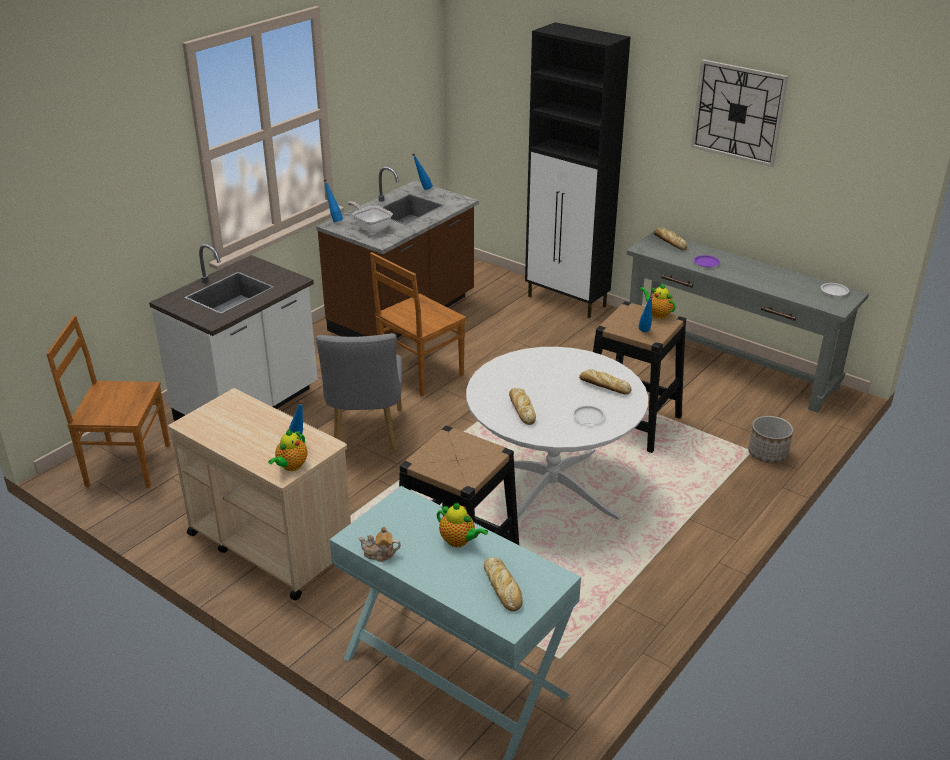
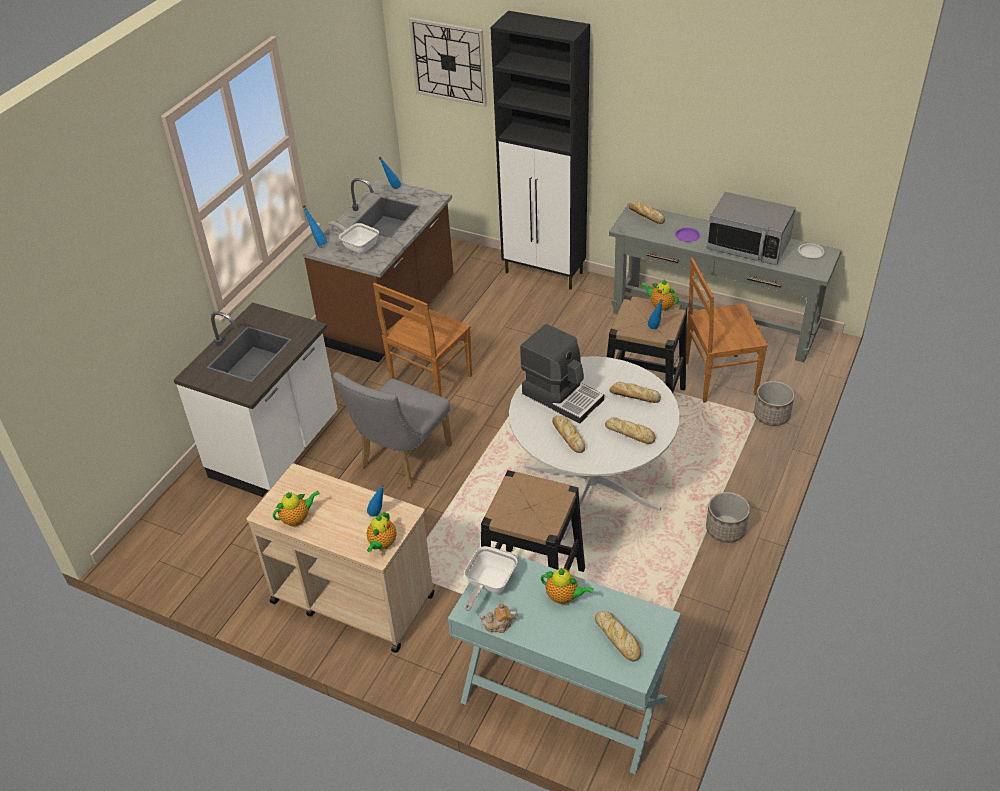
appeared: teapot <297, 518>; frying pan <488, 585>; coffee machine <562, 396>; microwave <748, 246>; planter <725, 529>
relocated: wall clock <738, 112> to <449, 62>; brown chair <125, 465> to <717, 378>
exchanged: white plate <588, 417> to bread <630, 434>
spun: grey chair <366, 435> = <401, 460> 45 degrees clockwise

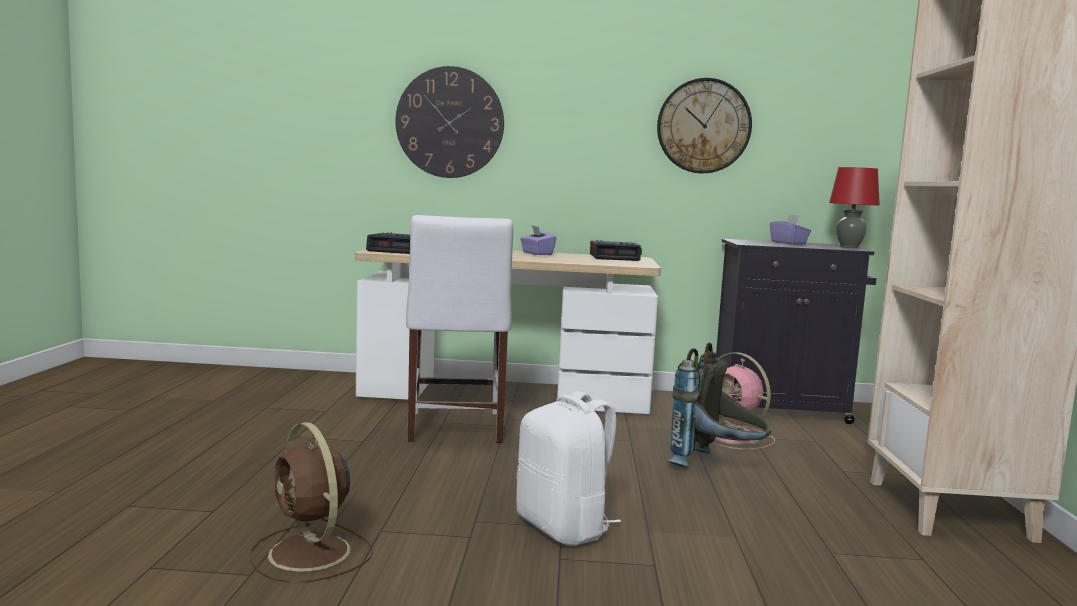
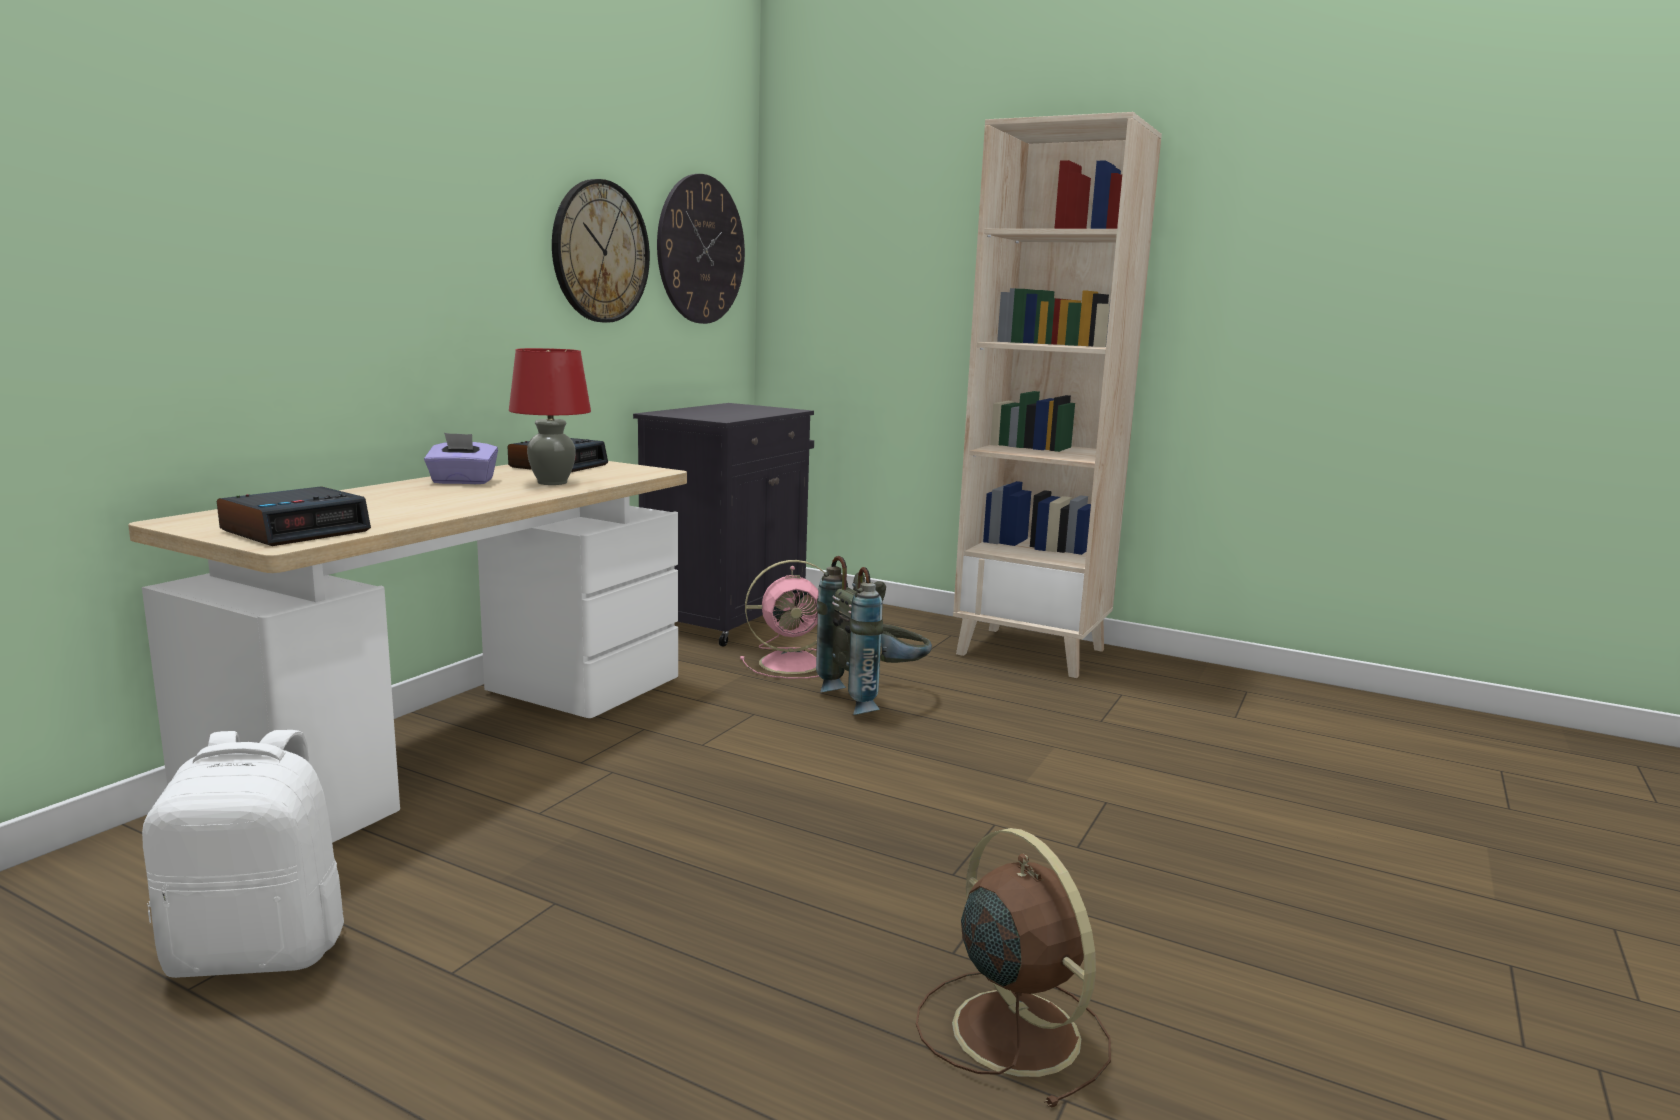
missing: white chair <454, 429>; purple tissue box <788, 243>
relocated: white backpack <564, 528> to <259, 951>; red table lamp <849, 247> to <552, 482>; wall clock <450, 122> to <701, 250>
spun: brown fan <311, 554> = <1012, 1028> 105 degrees counterclockwise

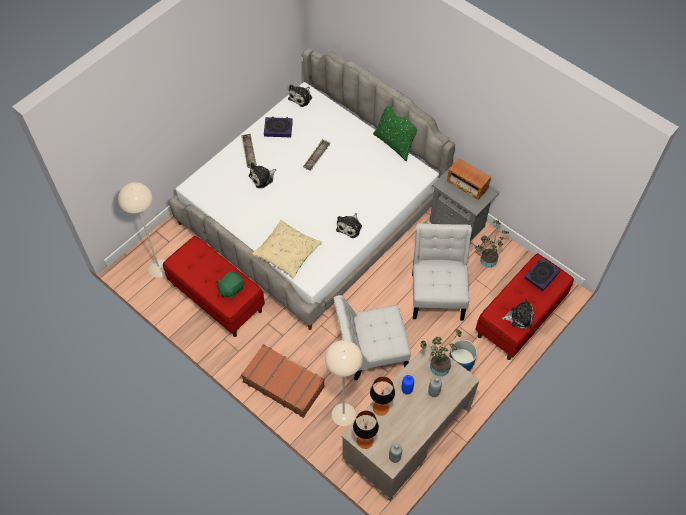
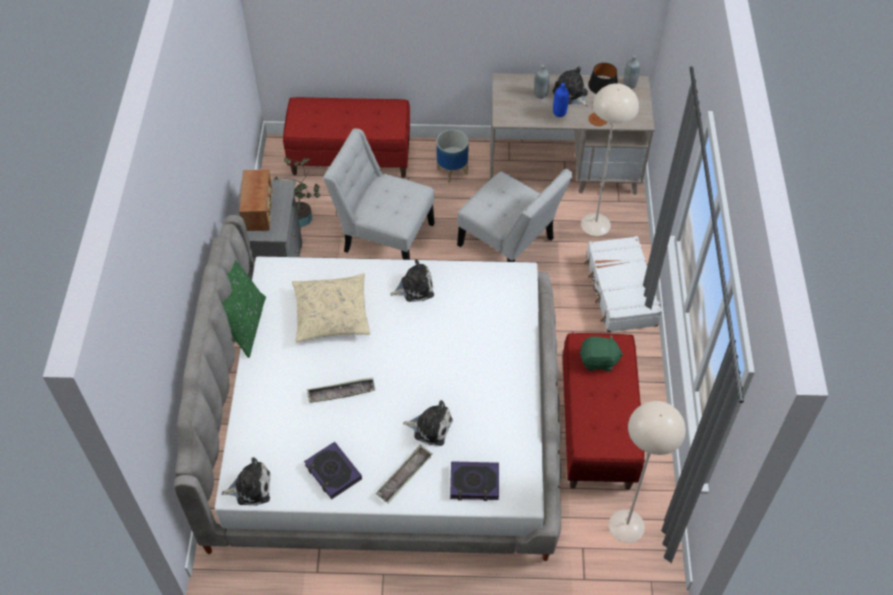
missing: table lamp <365, 441>; potted plant <437, 366>
relocated: beige pillow <287, 252> to <331, 314>; book <541, 275> to <474, 483>; plush toy <519, 317> to <571, 94>
colour: brown suitcase <283, 383> to white suitcase <620, 291>
spun: white chair <437, 292> = <384, 235> 60 degrees clockwise

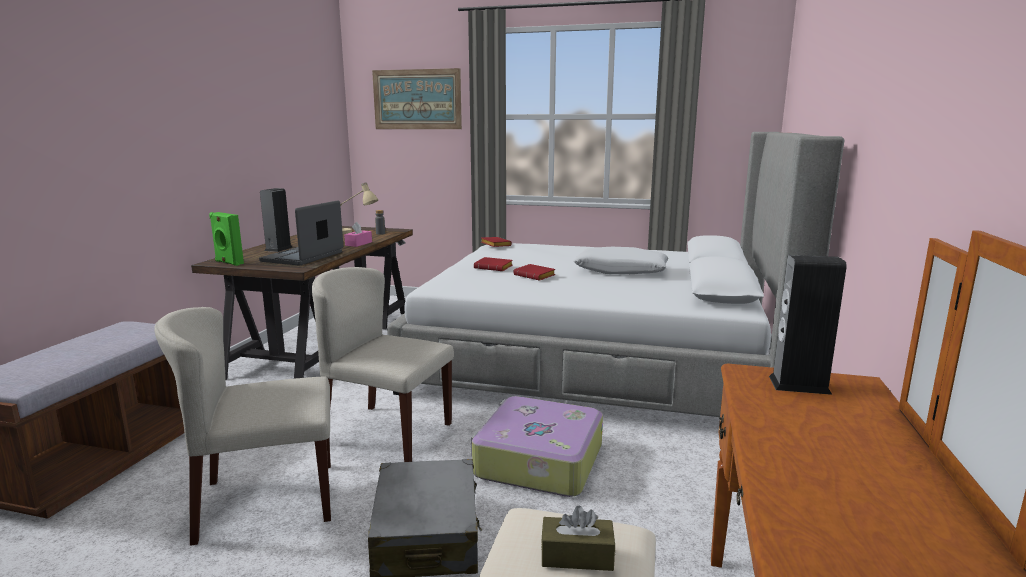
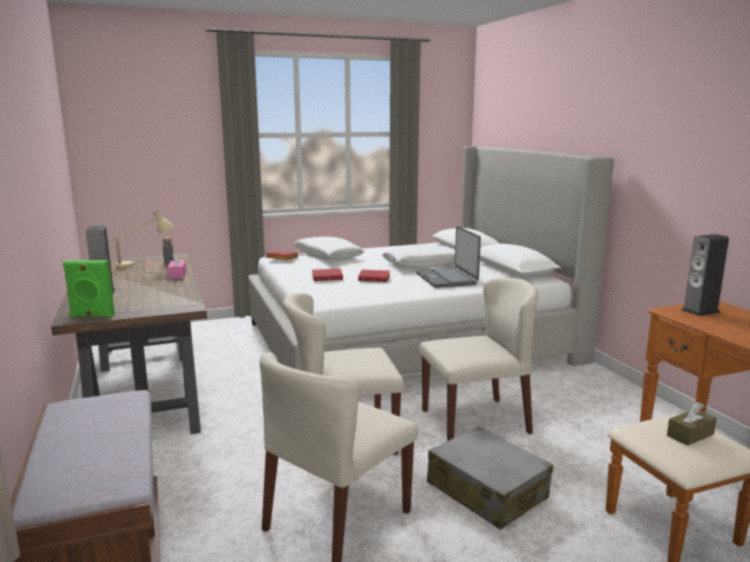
missing: picture <417, 99>
appeared: white pillow <328, 256>
relocated: laptop <303, 257> to <446, 279>
exchanged: suitcase <537, 461> to beige chair <475, 420>

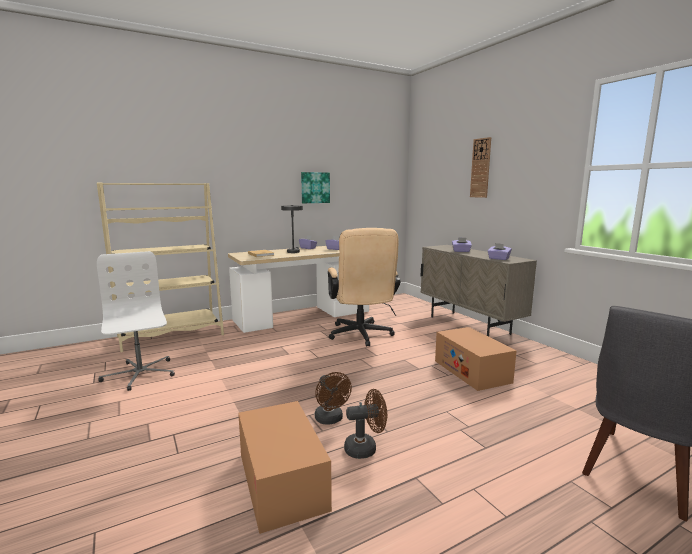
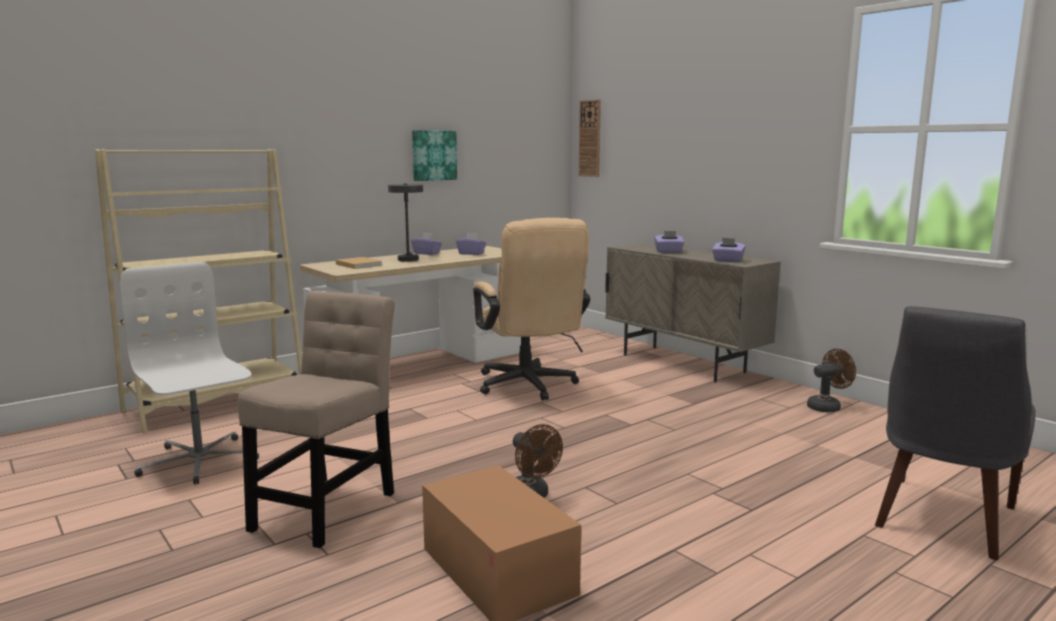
missing: cardboard box <471, 371>
appeared: beige chair <327, 507>
relocated: wall clock <480, 168> to <590, 138>; brown fan <365, 448> to <827, 407>

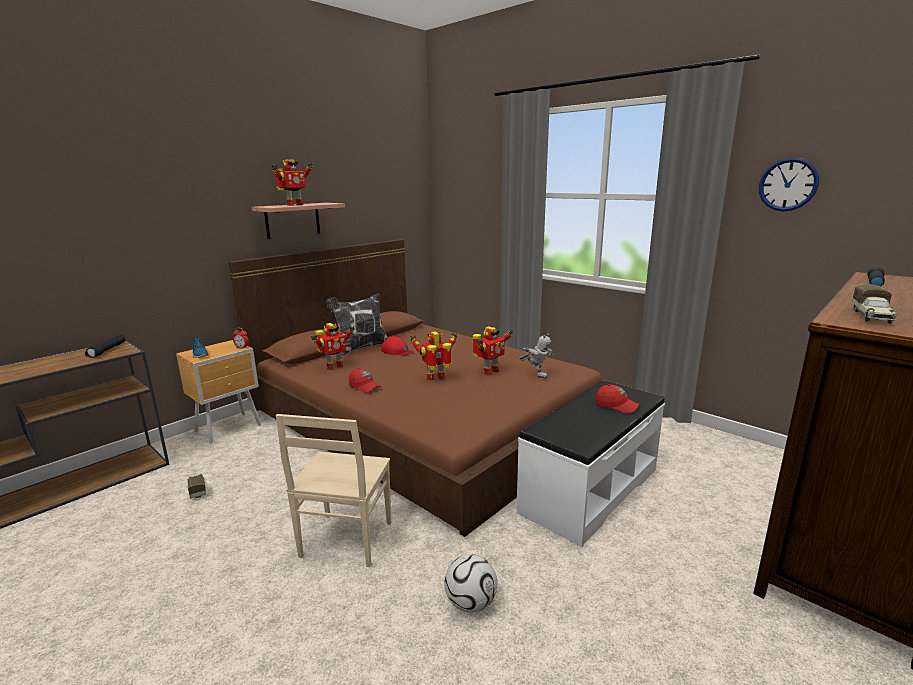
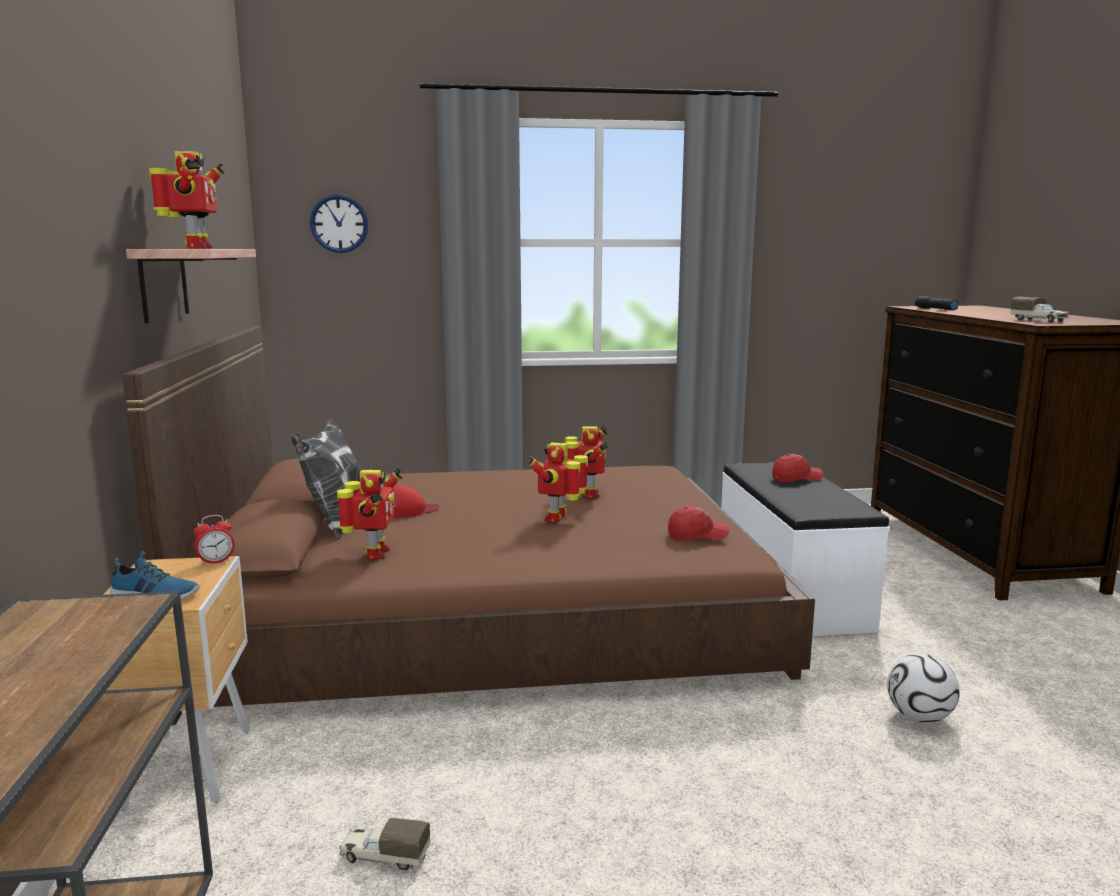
missing: black flashlight <107, 350>; beige chair <345, 540>; toy robot <536, 374>
relocated: wall clock <788, 184> to <339, 224>; red cap <364, 387> to <697, 535>

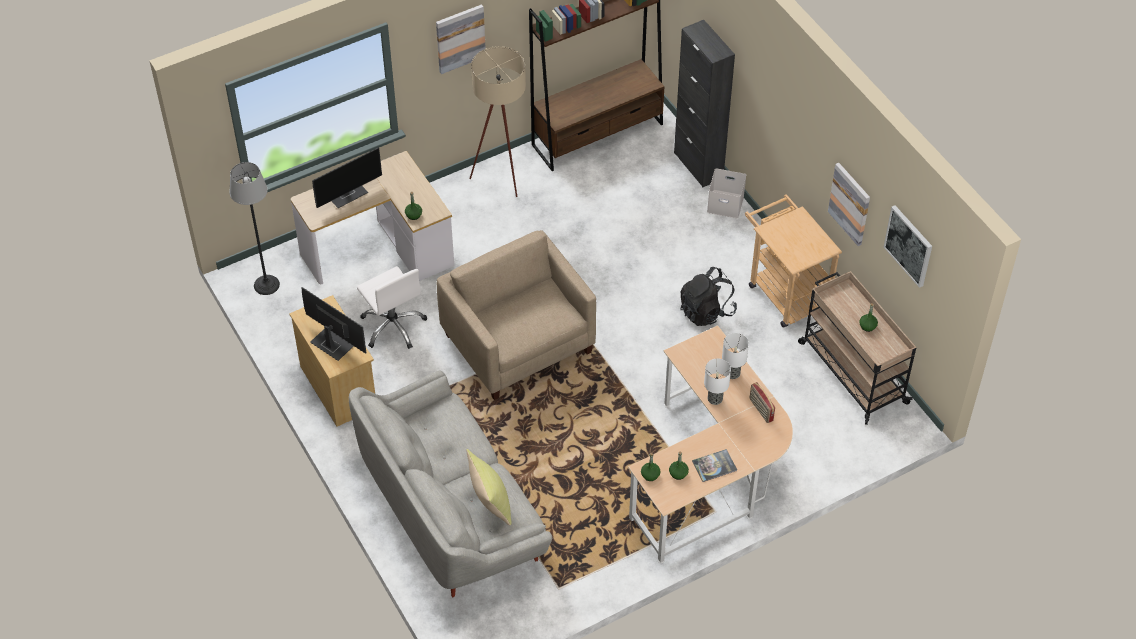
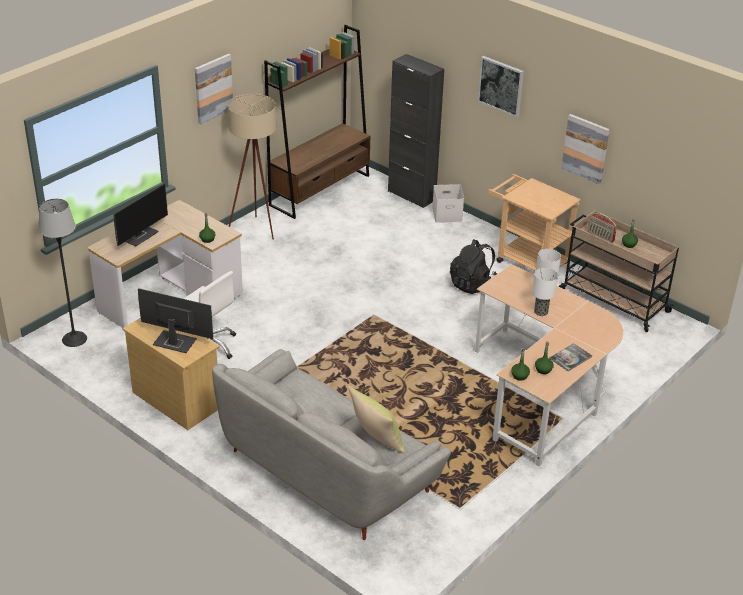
missing: beige armchair <518, 344>
relocated: picture <909, 245> to <501, 86>; radio <760, 410> to <600, 237>

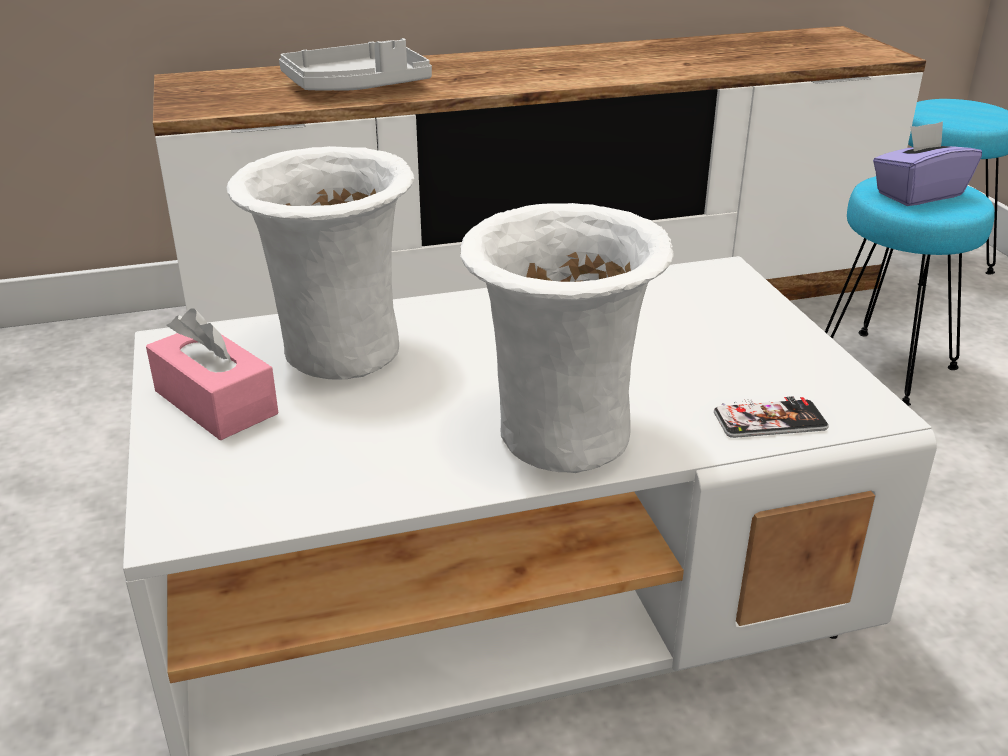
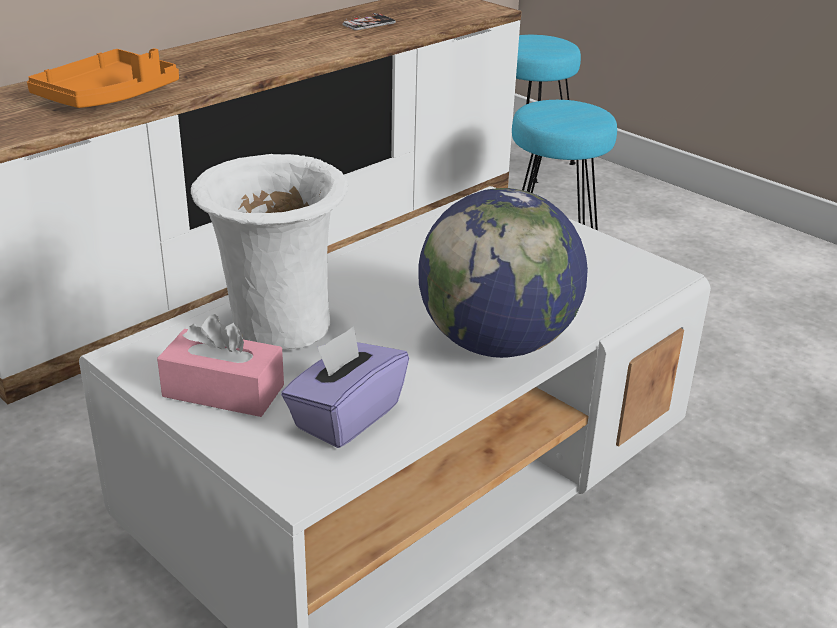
relocated: purple tissue box <918, 194> to <345, 416>; phone <770, 421> to <369, 24>
exchanged: white vase <557, 436> to globe <497, 343>
colour: grey tray <357, 87> to orange tray <108, 97>

